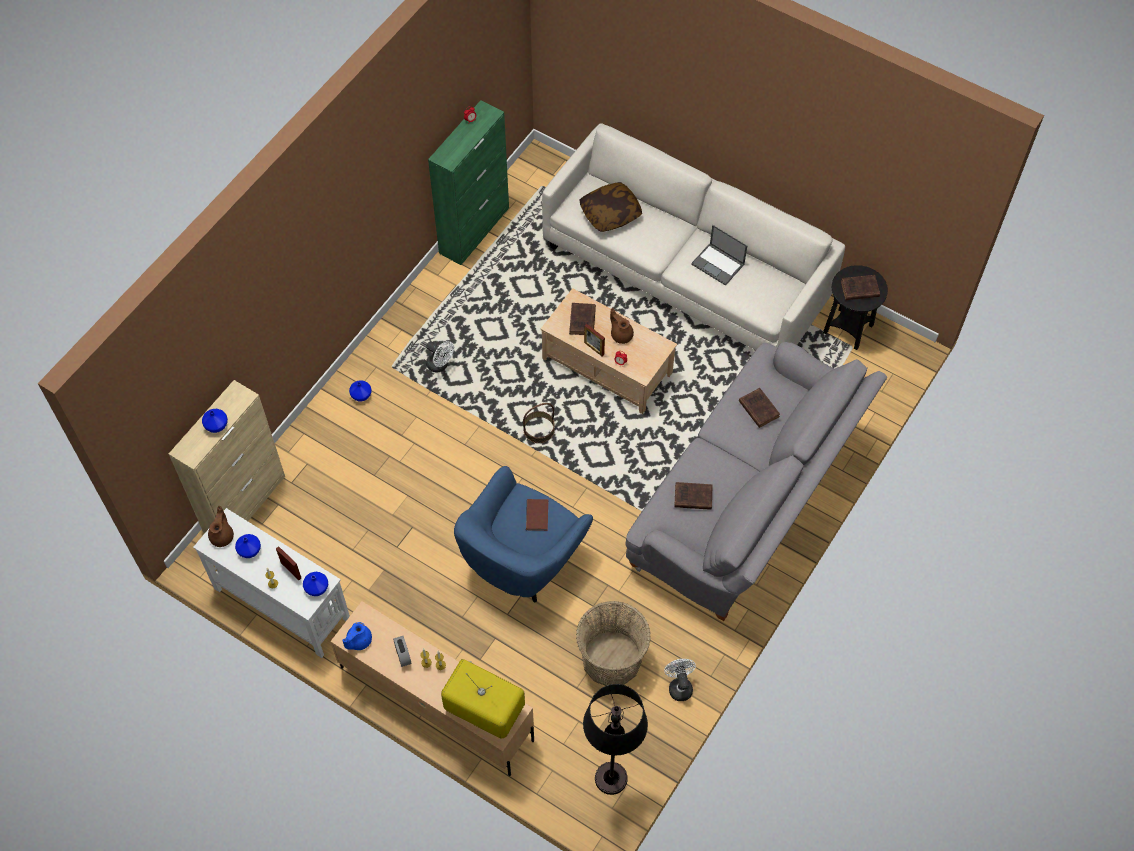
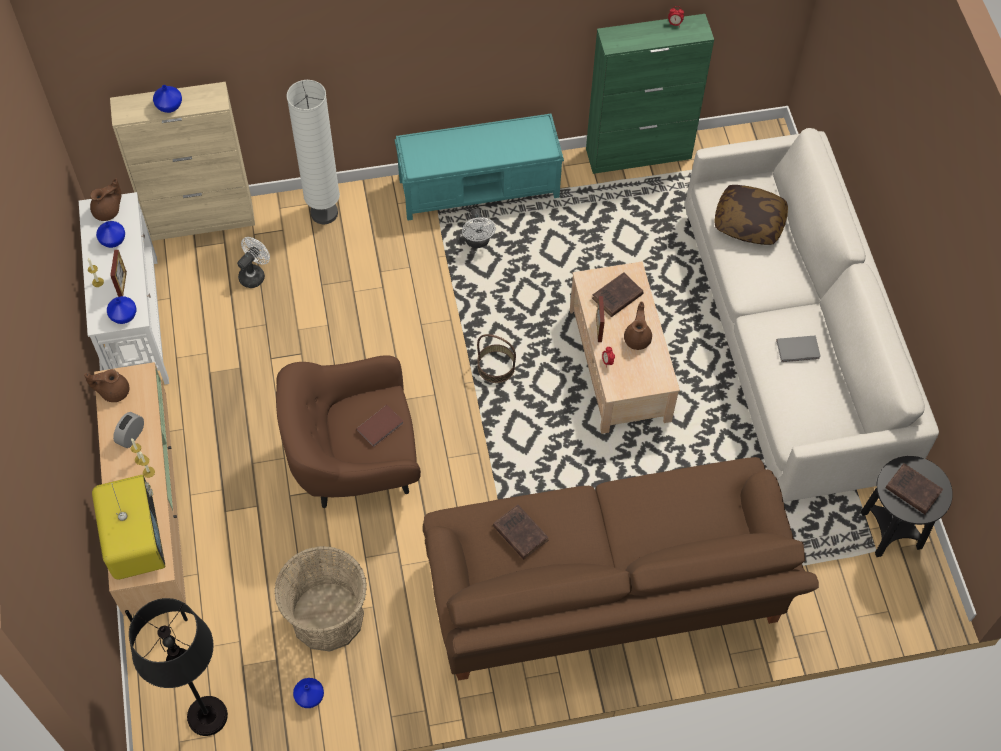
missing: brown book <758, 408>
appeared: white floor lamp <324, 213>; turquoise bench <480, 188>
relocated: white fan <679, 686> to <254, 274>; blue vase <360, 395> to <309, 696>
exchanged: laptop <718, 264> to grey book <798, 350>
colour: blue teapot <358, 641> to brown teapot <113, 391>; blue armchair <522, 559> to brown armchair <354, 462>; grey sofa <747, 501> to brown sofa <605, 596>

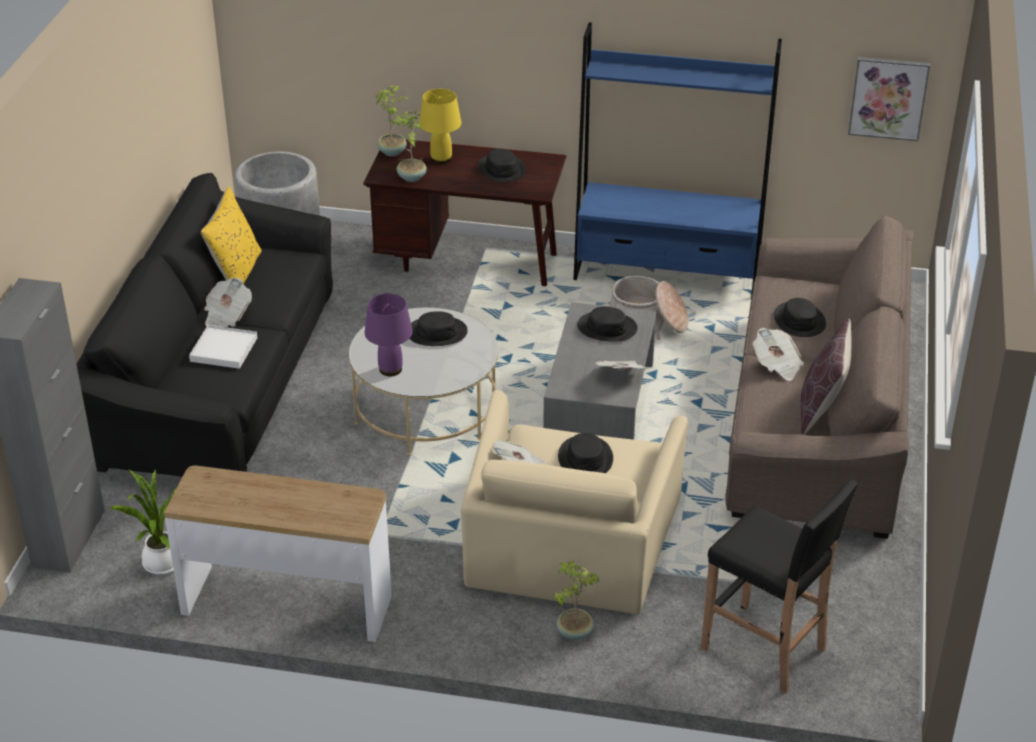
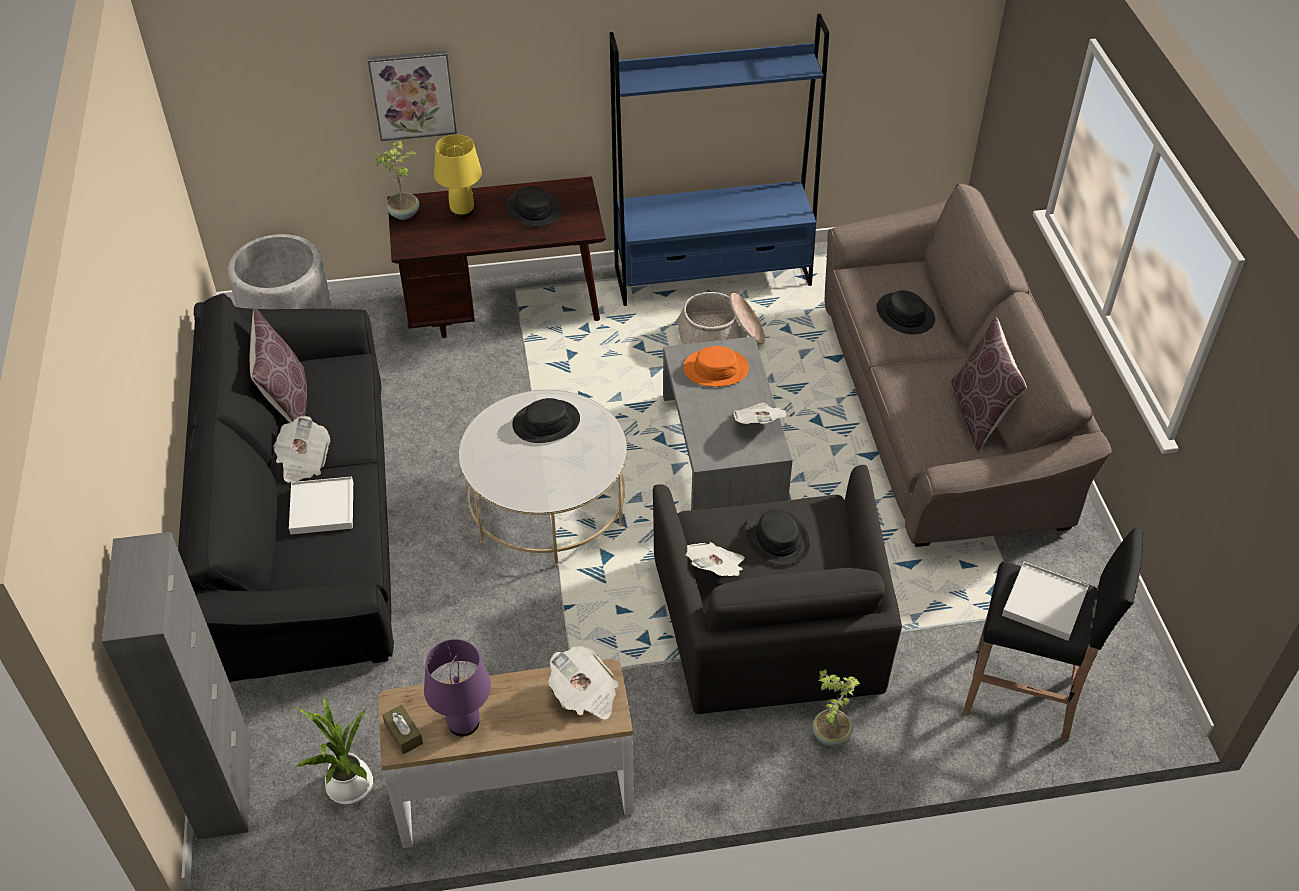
missing: potted plant <411, 177>
appeared: brown tissue box <403, 734>; white tray <1044, 603>
relocated: picture <888, 98> to <413, 94>; purple table lamp <390, 369> to <463, 723>; newspaper <777, 365> to <585, 694>
colour: yellow pillow <235, 272> to brown pillow <286, 402>; beige armchair <570, 539> to black armchair <771, 621>; black hat <607, 327> to orange hat <716, 368>

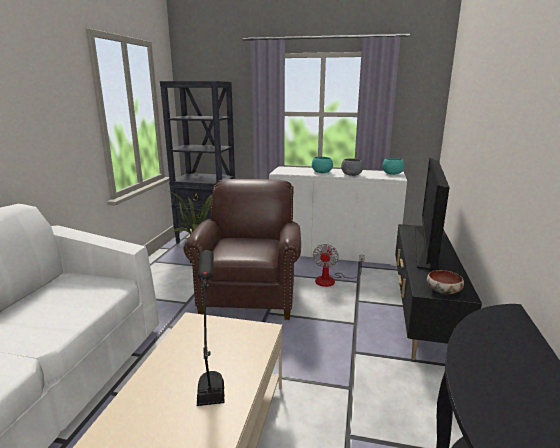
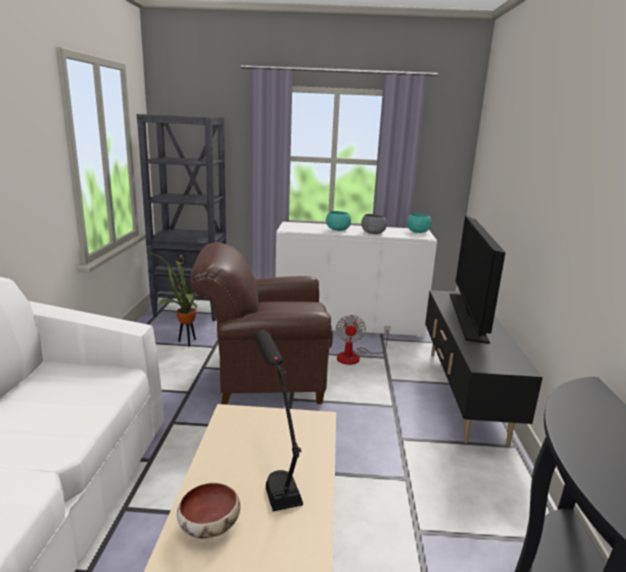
relocated: bowl <443, 292> to <209, 526>
spun: brown armchair <250, 294> = <264, 377> 90 degrees counterclockwise

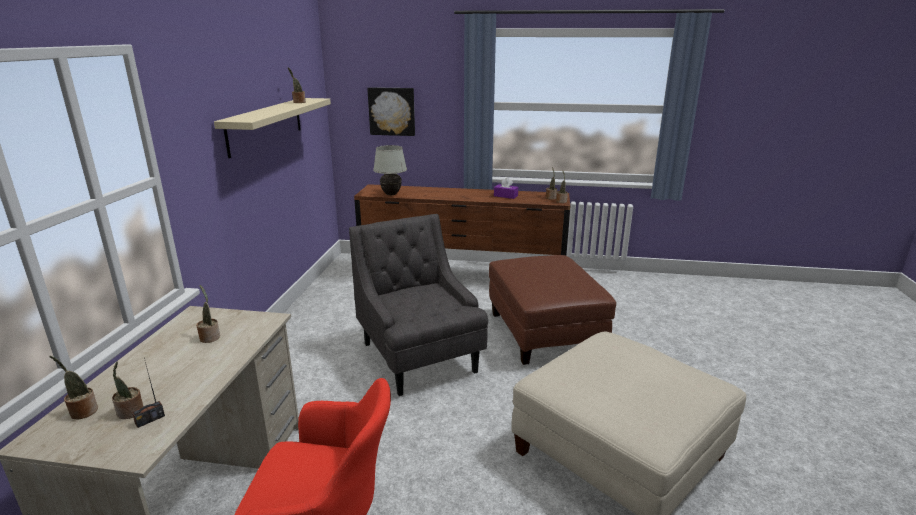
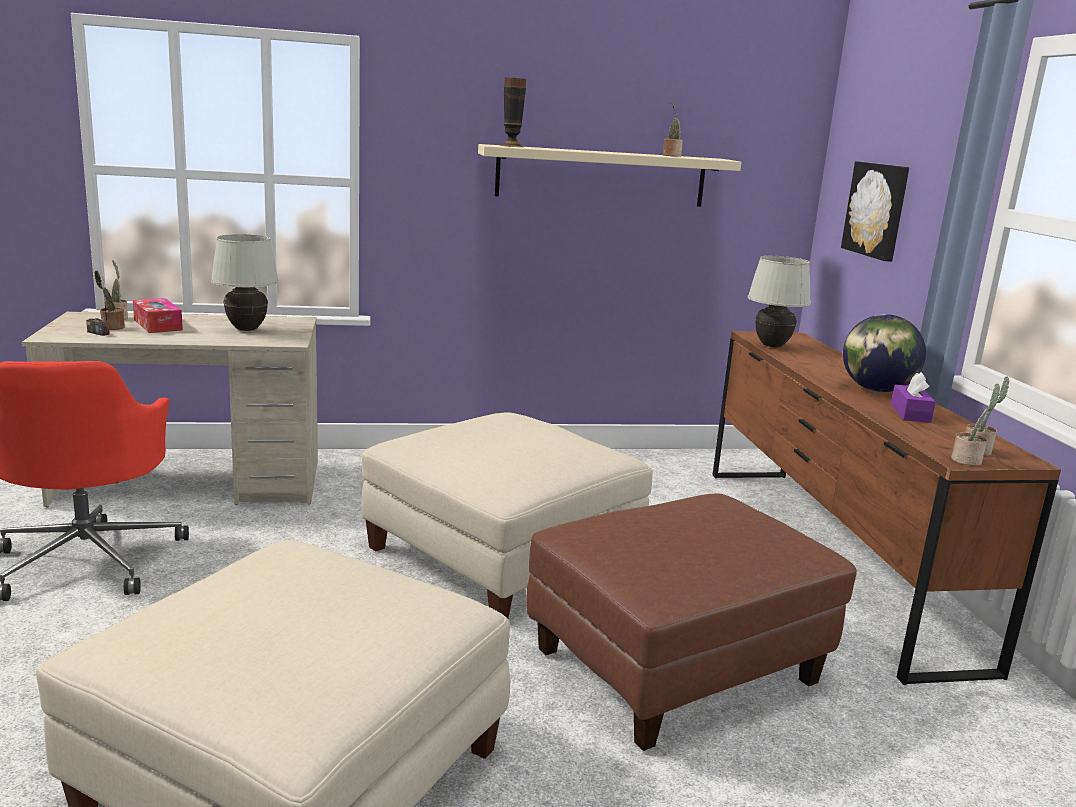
appeared: tissue box <158, 325>; vase <511, 146>; globe <876, 390>
exchanged: potted plant <210, 337> to white table lamp <247, 330>; grey armchair <420, 358> to beige ottoman <503, 554>

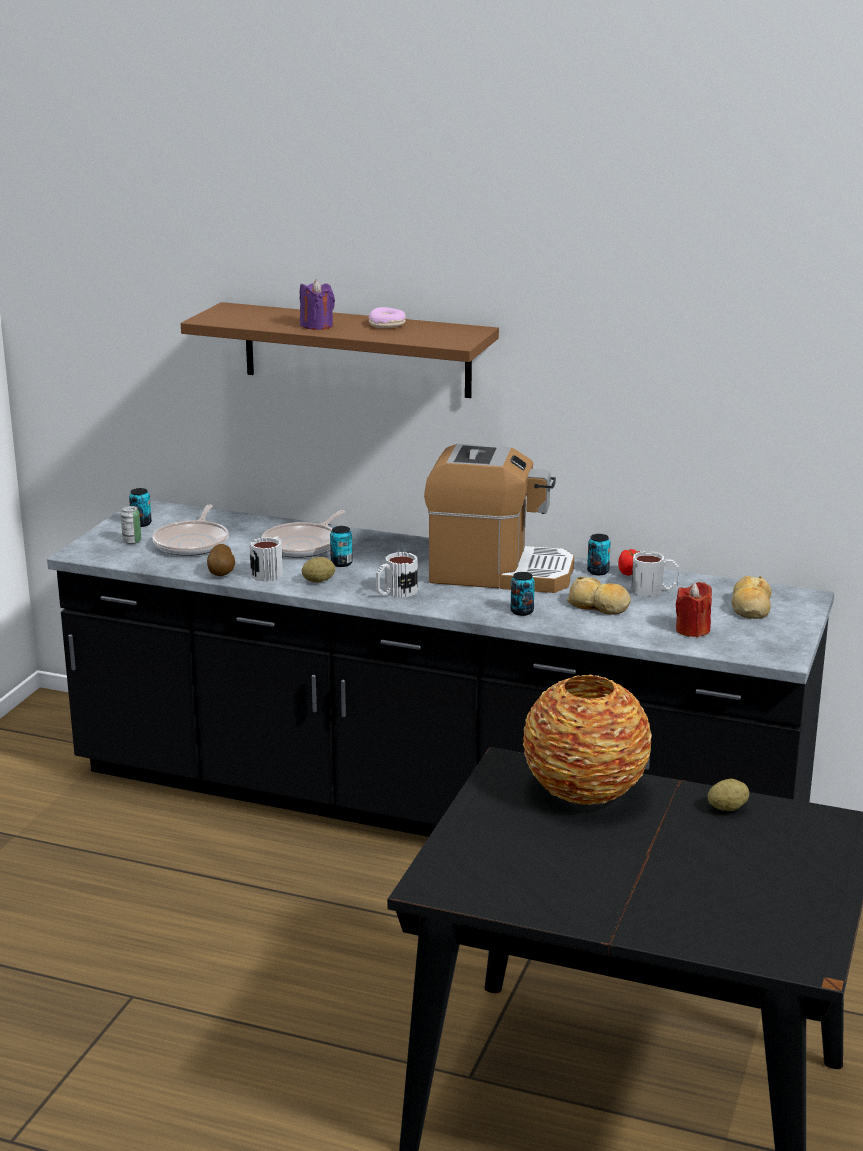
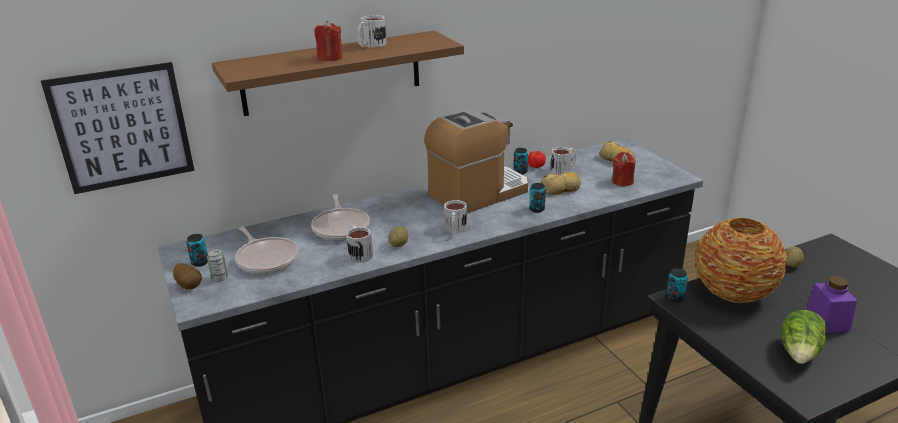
appeared: picture <122, 128>; lettuce <800, 353>; purple jar <827, 321>
relocated: potato <222, 574> to <190, 286>; can <341, 563> to <674, 298>
exchanged: donut <387, 325> to mug <371, 45>
colour: purple candle <317, 326> to red candle <330, 57>

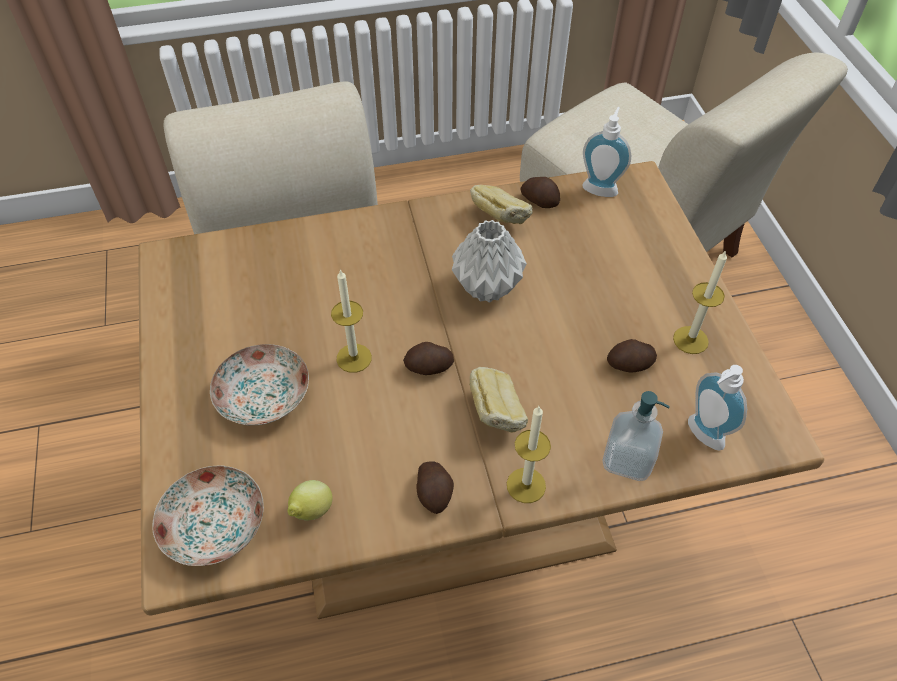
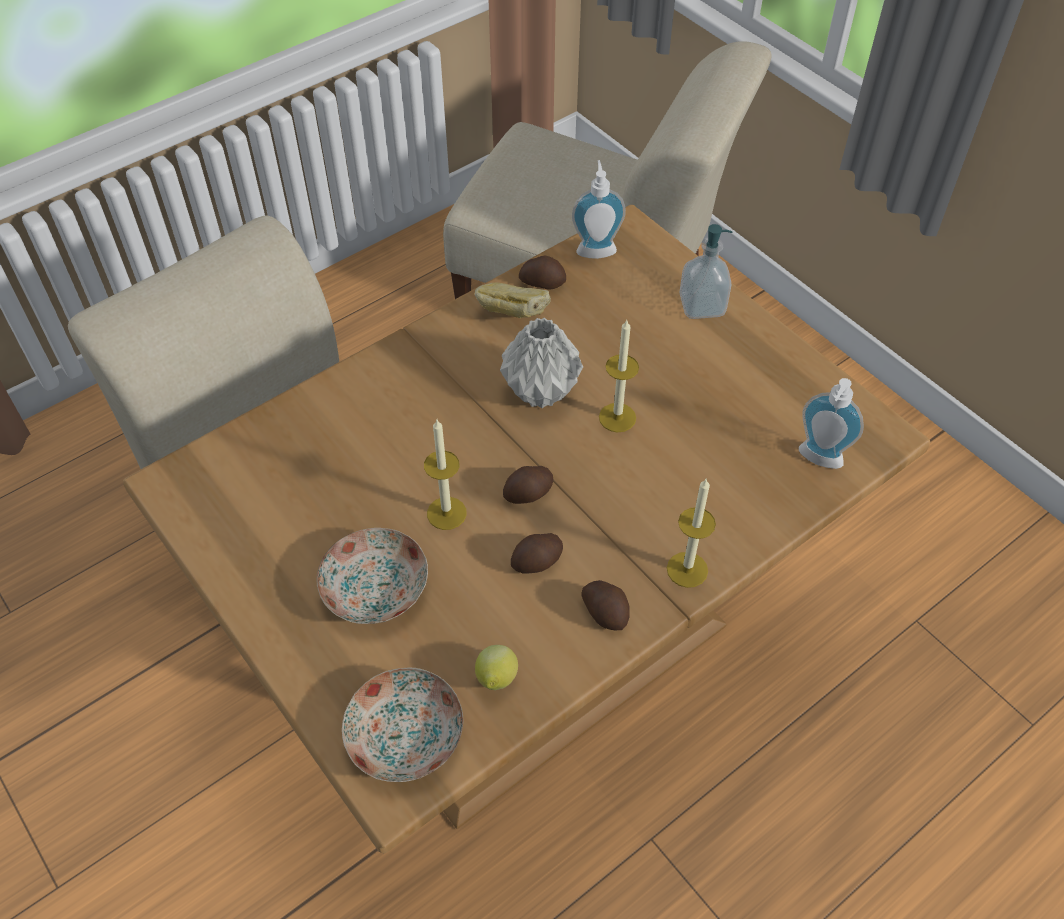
missing: bread <495, 414>
relocated: potato <630, 365> to <538, 562>; candle <690, 340> to <617, 417>; soap dispenser <627, 459> to <702, 306>

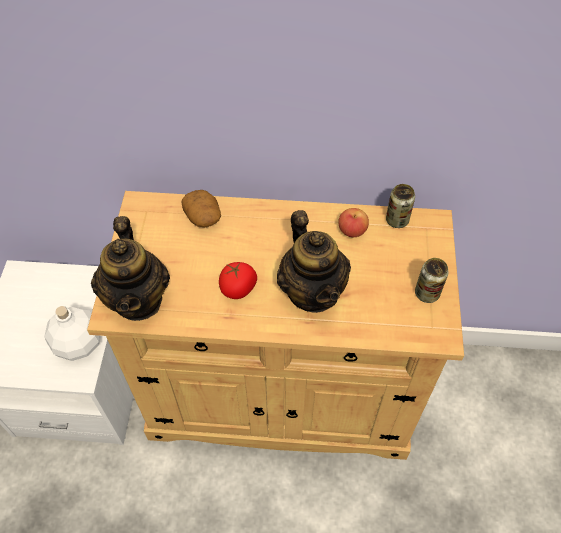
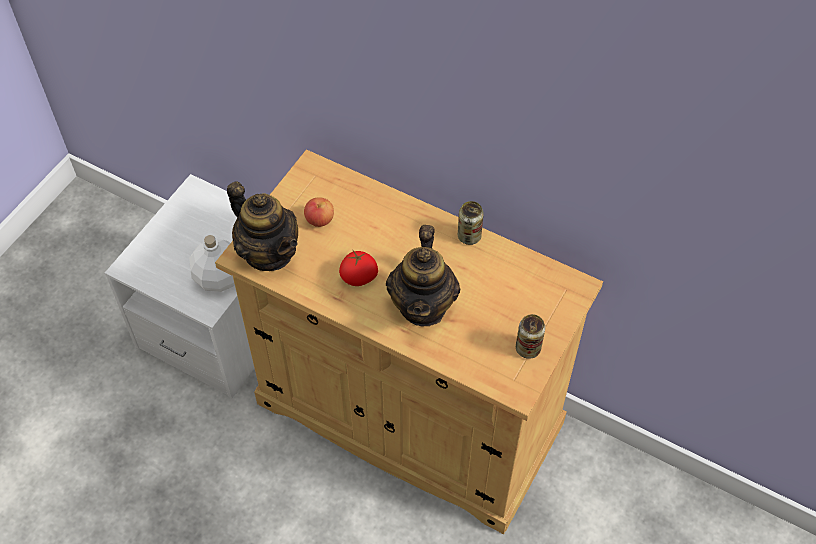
missing: potato <203, 216>
relocated: apple <352, 230> to <319, 220>; can <397, 220> to <469, 236>
spun: teapot <138, 299> = <269, 253> 60 degrees counterclockwise

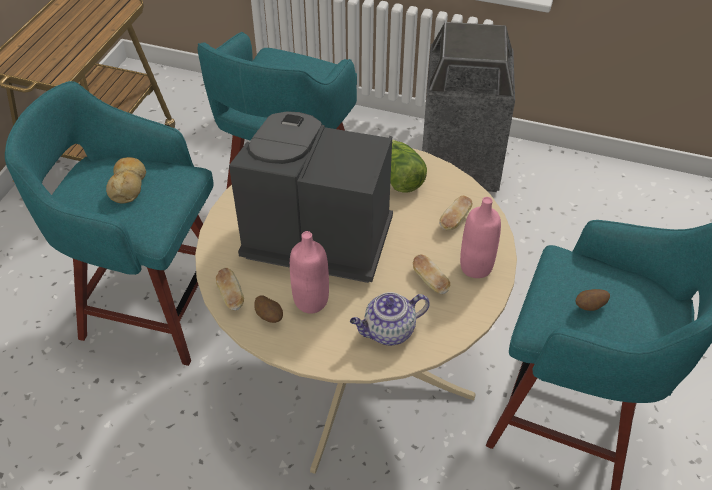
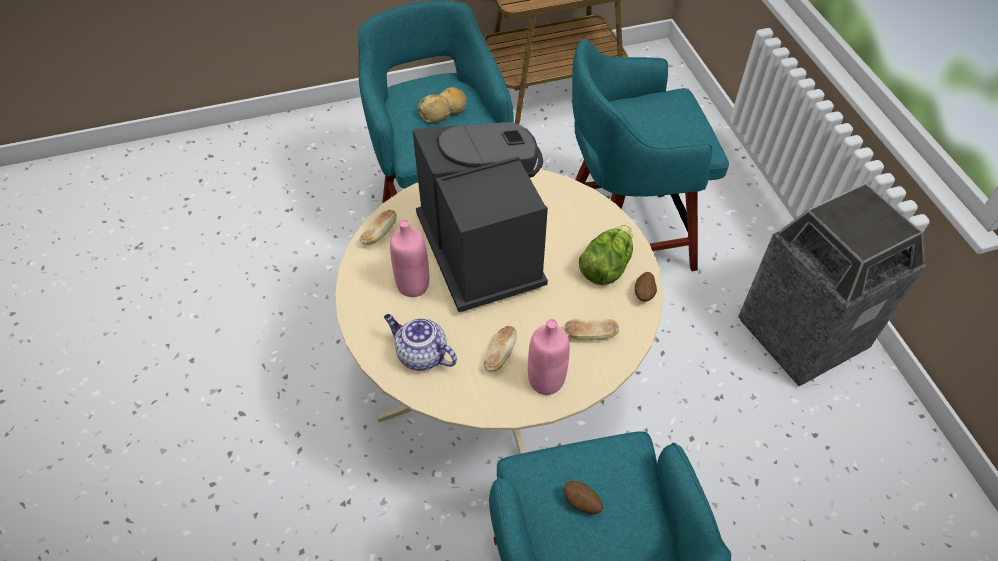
relocated: potato <269, 316> to <644, 294>

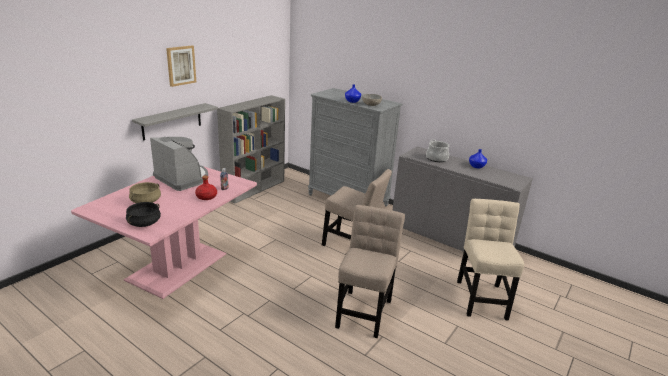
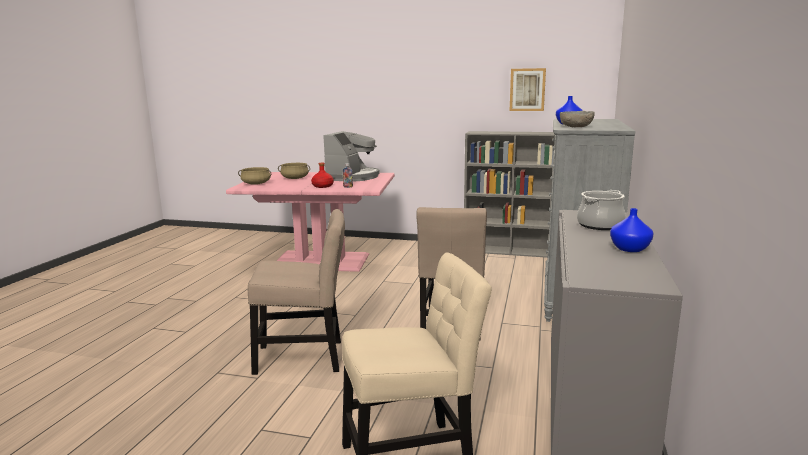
missing: grey shelf <172, 121>
relocated: picture <181, 65> to <527, 89>
colour: black cooking pot <144, 223> to beige cooking pot <256, 184>

